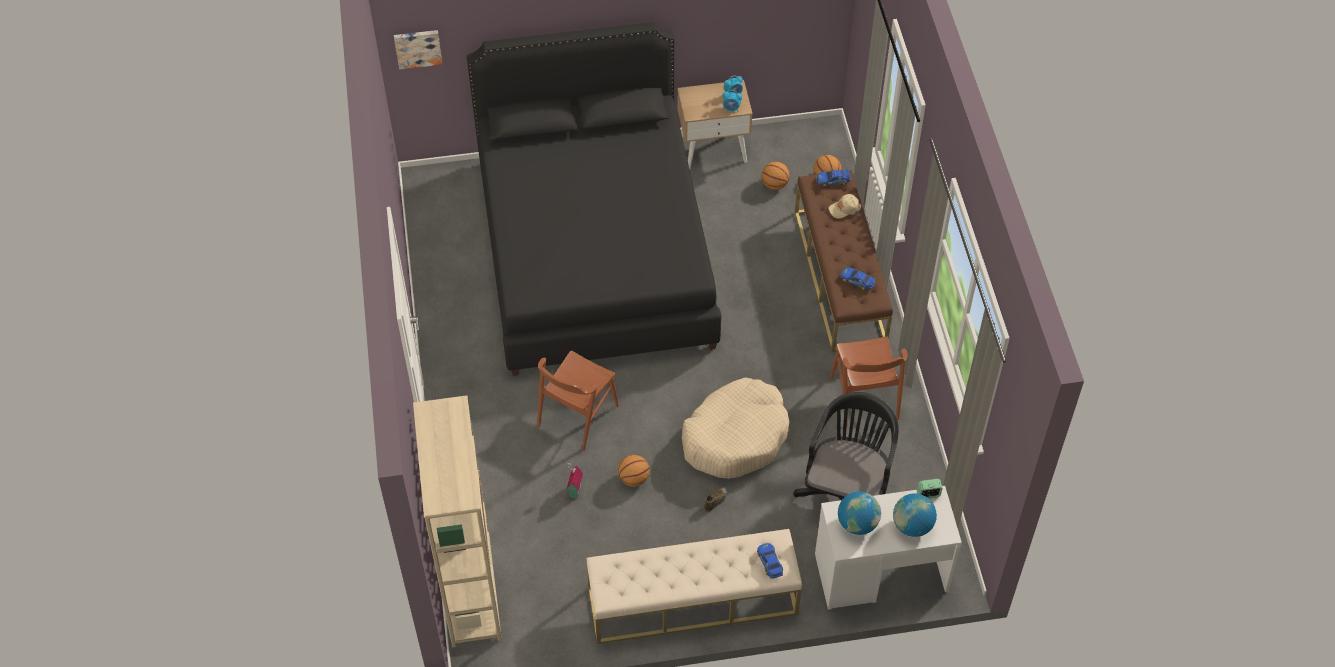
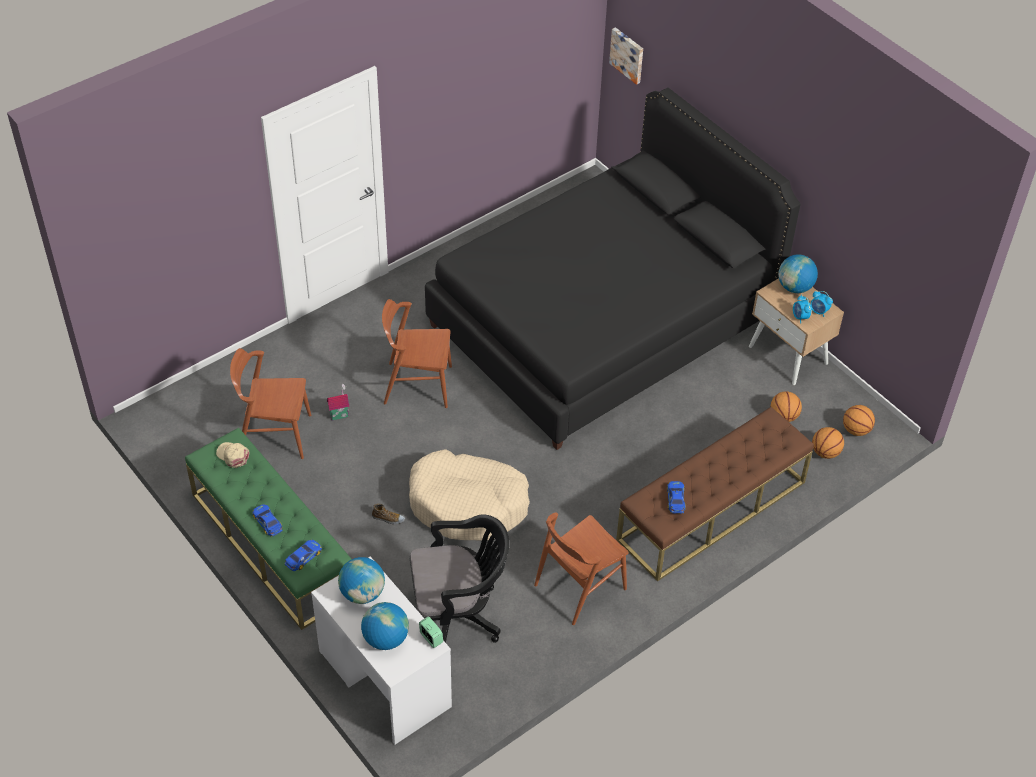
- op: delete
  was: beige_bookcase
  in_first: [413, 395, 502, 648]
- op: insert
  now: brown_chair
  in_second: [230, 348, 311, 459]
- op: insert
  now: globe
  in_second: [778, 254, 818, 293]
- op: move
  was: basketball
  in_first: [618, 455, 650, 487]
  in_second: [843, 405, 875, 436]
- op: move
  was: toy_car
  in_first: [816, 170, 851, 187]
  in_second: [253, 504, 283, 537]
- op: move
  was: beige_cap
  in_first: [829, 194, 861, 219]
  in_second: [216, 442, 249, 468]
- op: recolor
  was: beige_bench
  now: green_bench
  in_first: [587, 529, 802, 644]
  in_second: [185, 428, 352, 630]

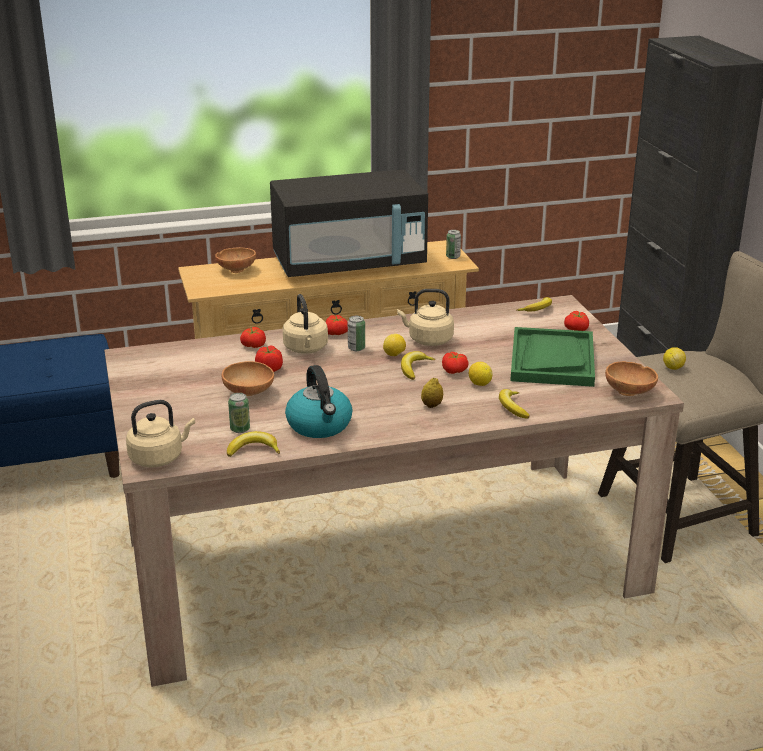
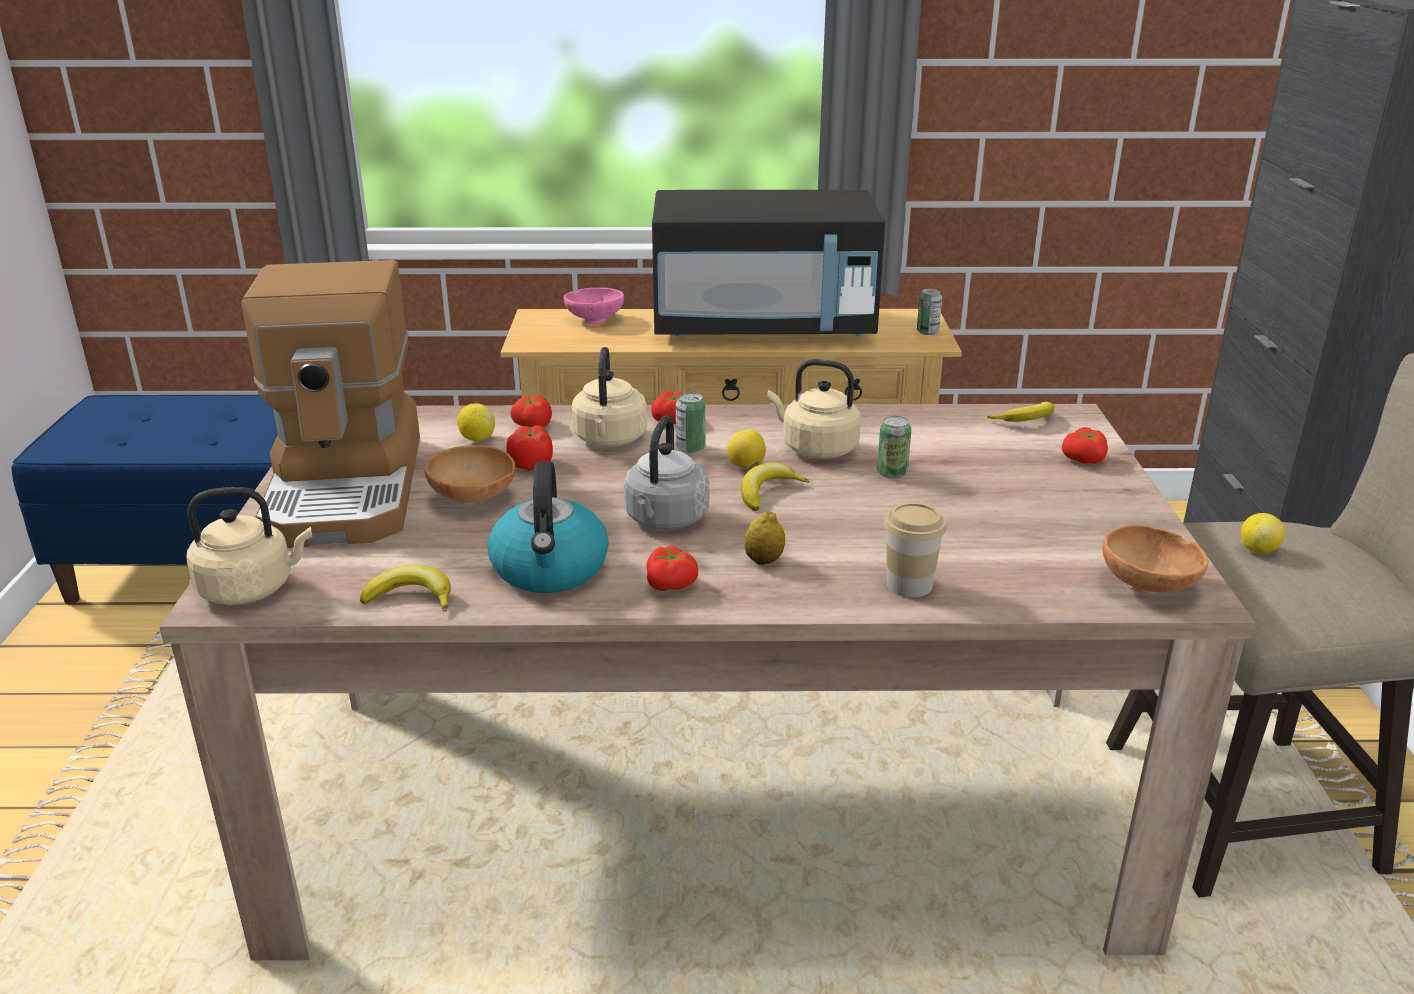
- op: delete
  was: green_tray
  in_first: [510, 327, 595, 387]
- op: insert
  now: coffee_machine
  in_second: [241, 260, 420, 548]
- op: insert
  now: grey_kettle
  in_second: [624, 416, 709, 530]
- op: move
  was: can
  in_first: [228, 393, 250, 433]
  in_second: [877, 416, 911, 479]
- op: move
  was: tomato
  in_first: [442, 352, 469, 374]
  in_second: [646, 545, 698, 591]
- op: move
  was: lemon
  in_first: [469, 362, 493, 386]
  in_second: [457, 403, 495, 441]
- op: replace
  was: banana
  now: cup
  in_first: [499, 389, 530, 419]
  in_second: [884, 503, 947, 597]
- op: recolor
  was: brown_bowl
  now: pink_bowl
  in_first: [215, 247, 256, 273]
  in_second: [564, 288, 624, 324]

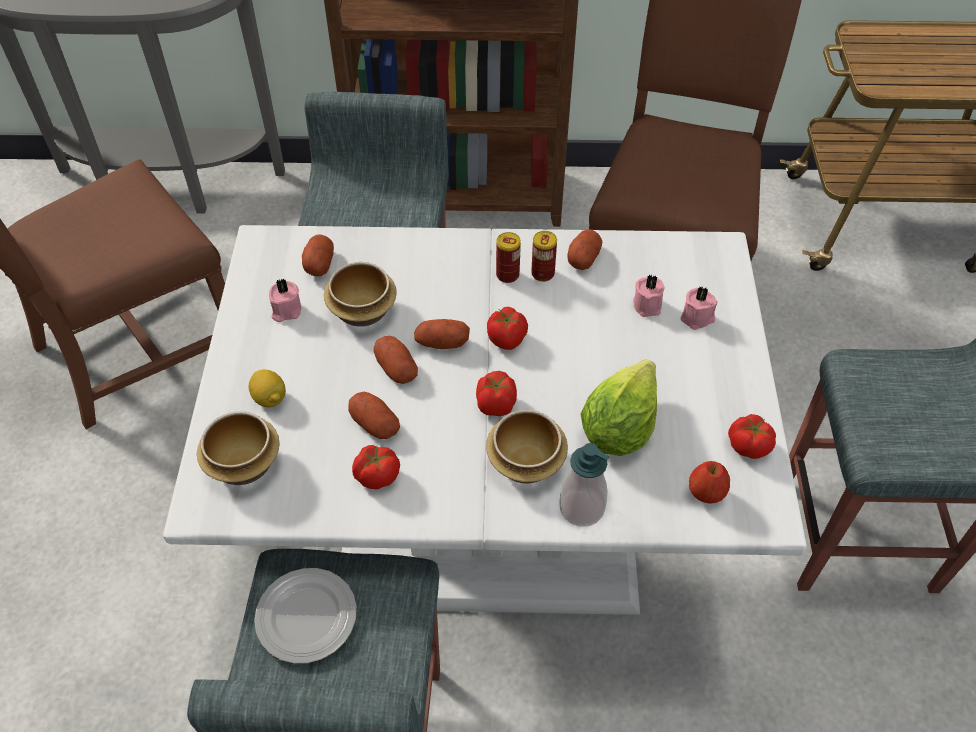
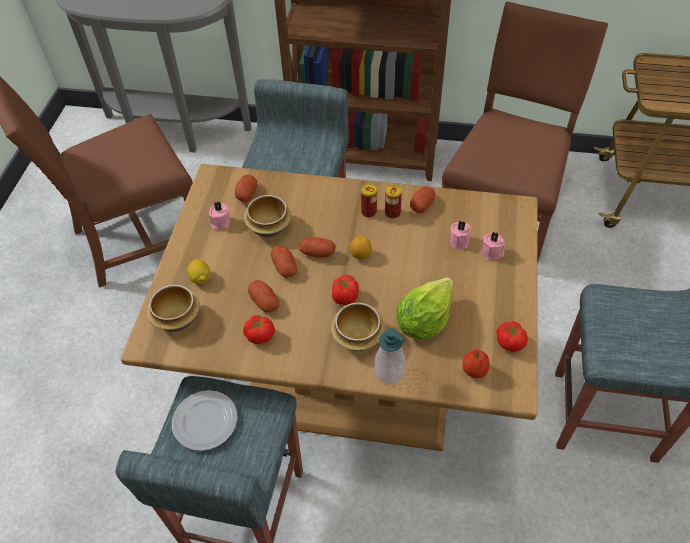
- op: replace
  was: tomato
  now: lemon
  in_first: [487, 307, 528, 350]
  in_second: [350, 236, 372, 260]
- op: recolor
  was: white_dining_table
  now: brown_dining_table
  in_first: [163, 225, 807, 615]
  in_second: [121, 164, 538, 451]

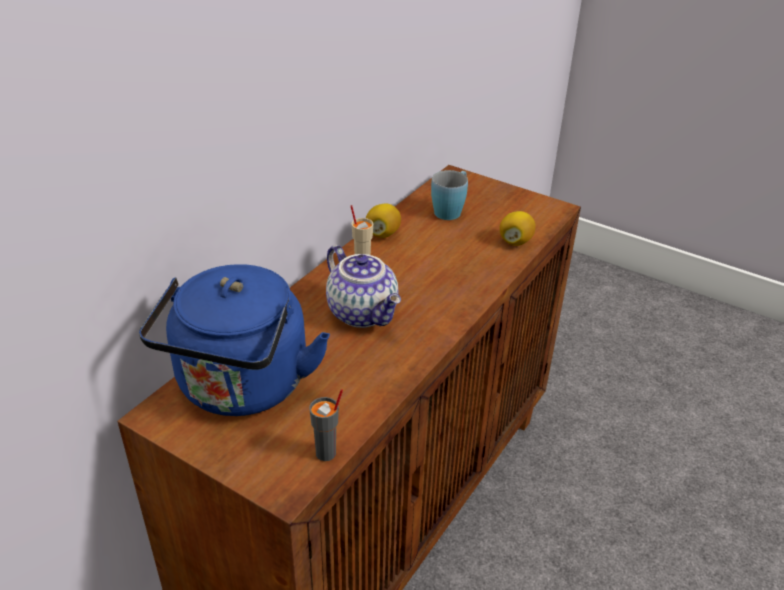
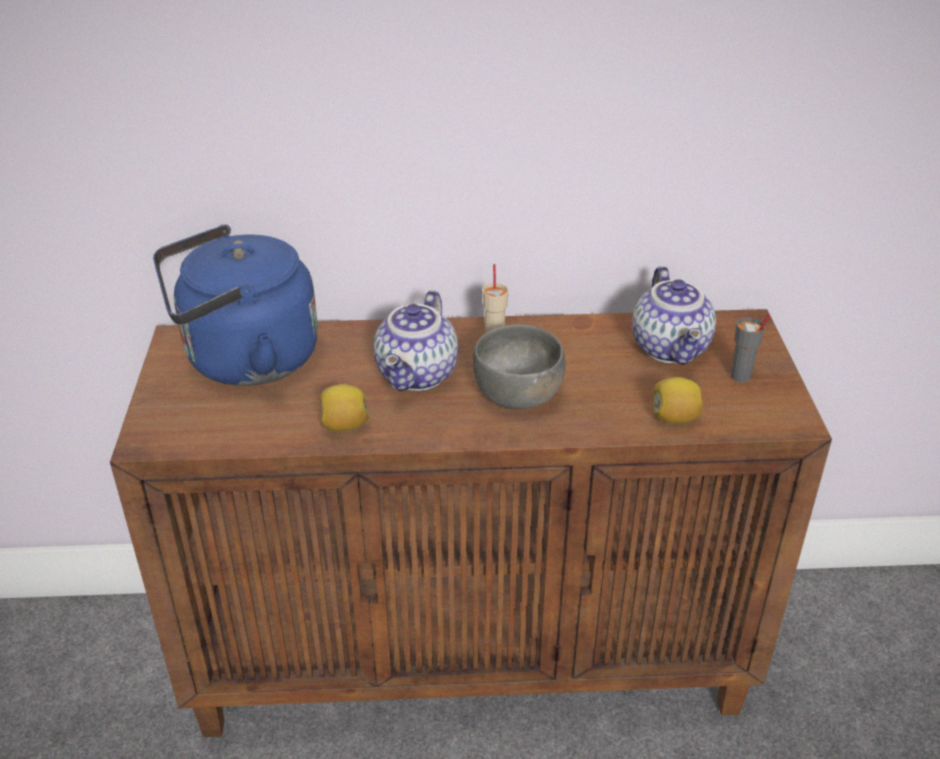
- op: insert
  now: grey_bowl
  in_second: [473, 324, 566, 409]
- op: move
  was: grey_cup
  in_first: [309, 389, 343, 461]
  in_second: [731, 314, 770, 383]
- op: move
  was: lemon
  in_first: [366, 204, 401, 238]
  in_second: [320, 384, 370, 431]
- op: replace
  was: blue_mug
  now: teapot
  in_first: [431, 170, 468, 220]
  in_second: [632, 266, 716, 365]

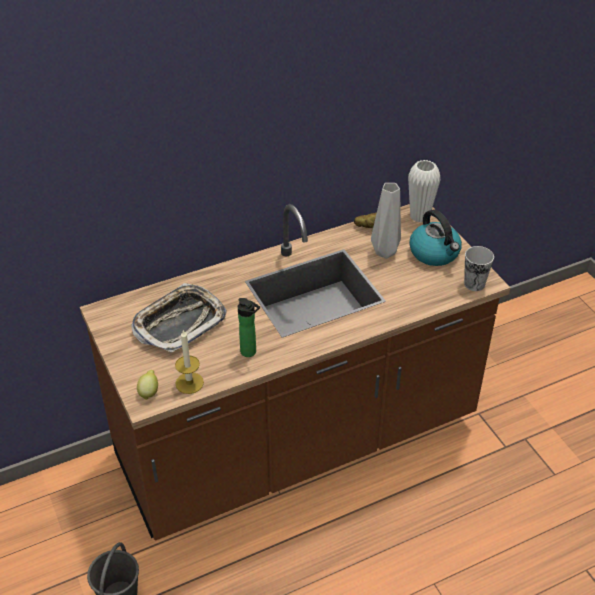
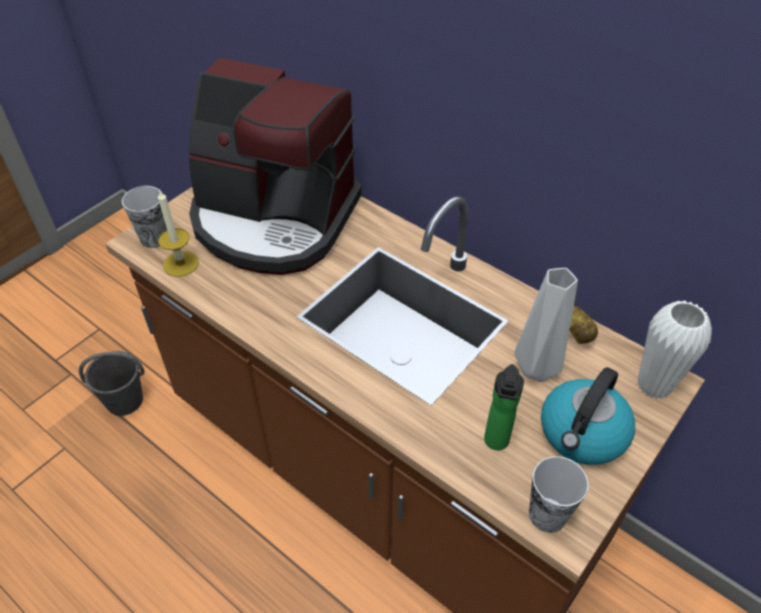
- op: move
  was: bottle
  in_first: [238, 298, 260, 357]
  in_second: [484, 364, 524, 451]
- op: replace
  was: tray
  now: coffee_machine
  in_first: [131, 283, 227, 353]
  in_second: [189, 58, 362, 275]
- op: replace
  was: lemon
  now: cup
  in_first: [137, 370, 158, 400]
  in_second: [122, 186, 167, 248]

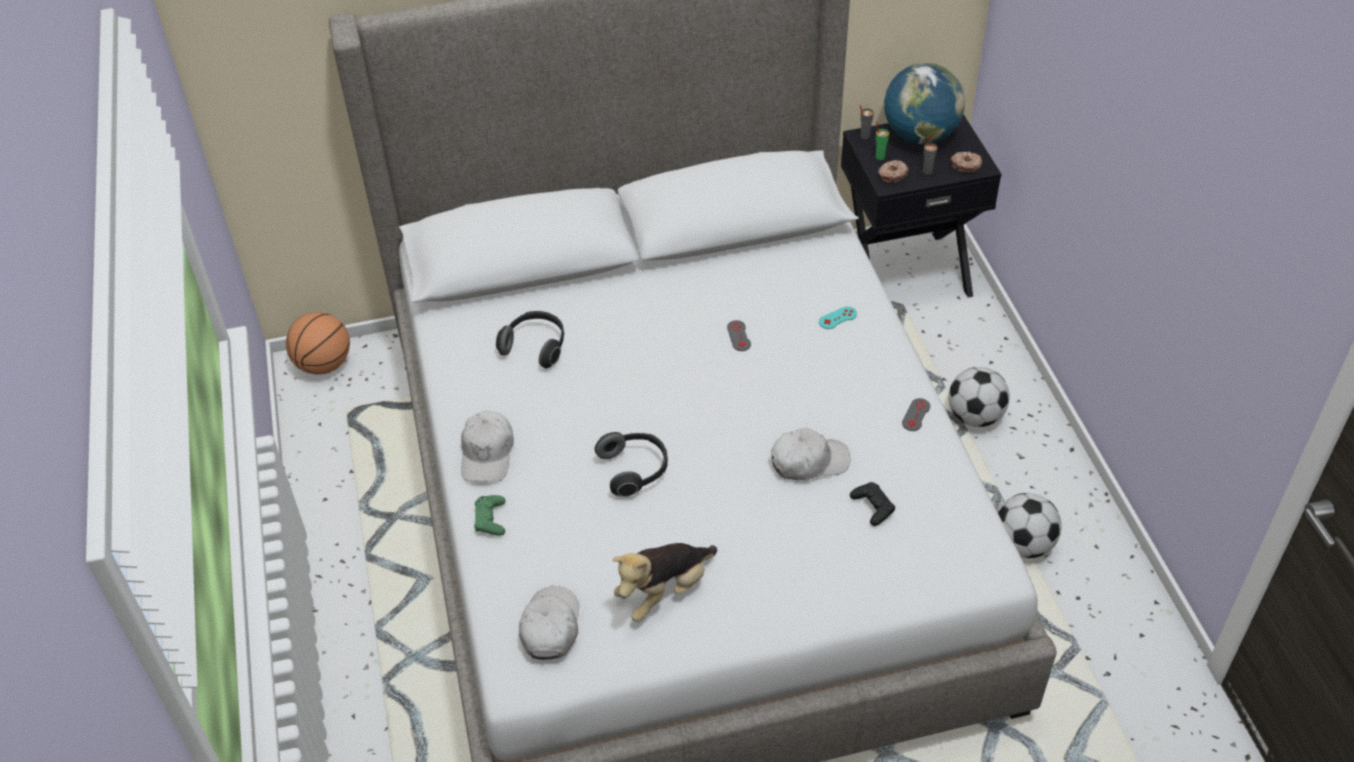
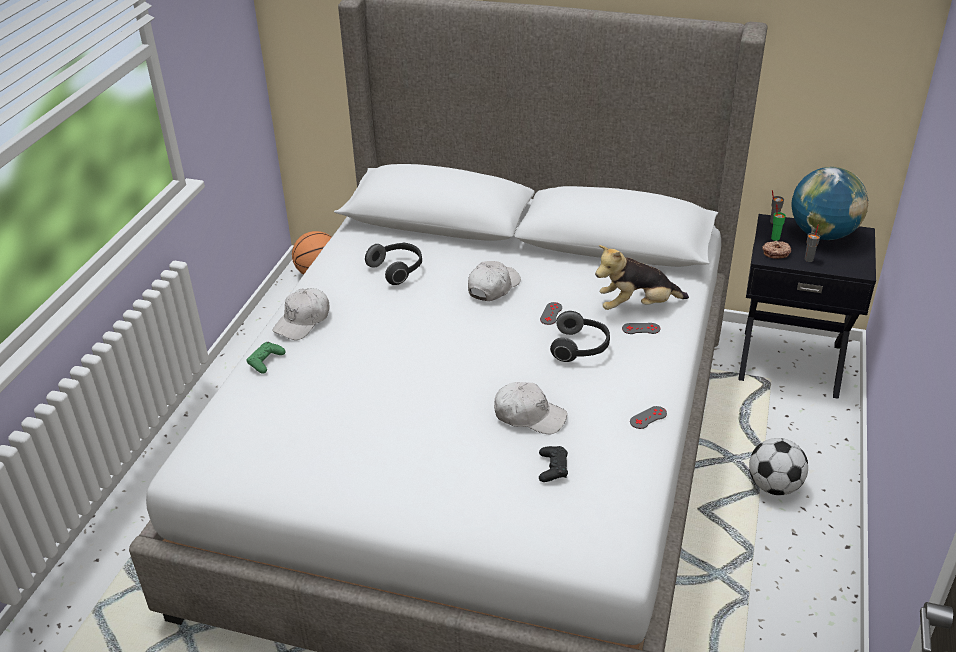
- op: delete
  was: donut
  in_first: [951, 152, 982, 173]
- op: delete
  was: football
  in_first: [998, 493, 1062, 558]
- op: move
  was: white_cap
  in_first: [519, 586, 579, 660]
  in_second: [468, 261, 521, 301]
- op: move
  was: headphones
  in_first: [595, 432, 668, 497]
  in_second: [550, 311, 610, 362]
- op: move
  was: plush_toy
  in_first: [613, 543, 717, 622]
  in_second: [595, 245, 689, 310]
- op: recolor
  was: turquoise_game_controller
  now: grey_game_controller
  in_first: [819, 306, 857, 329]
  in_second: [622, 323, 660, 334]

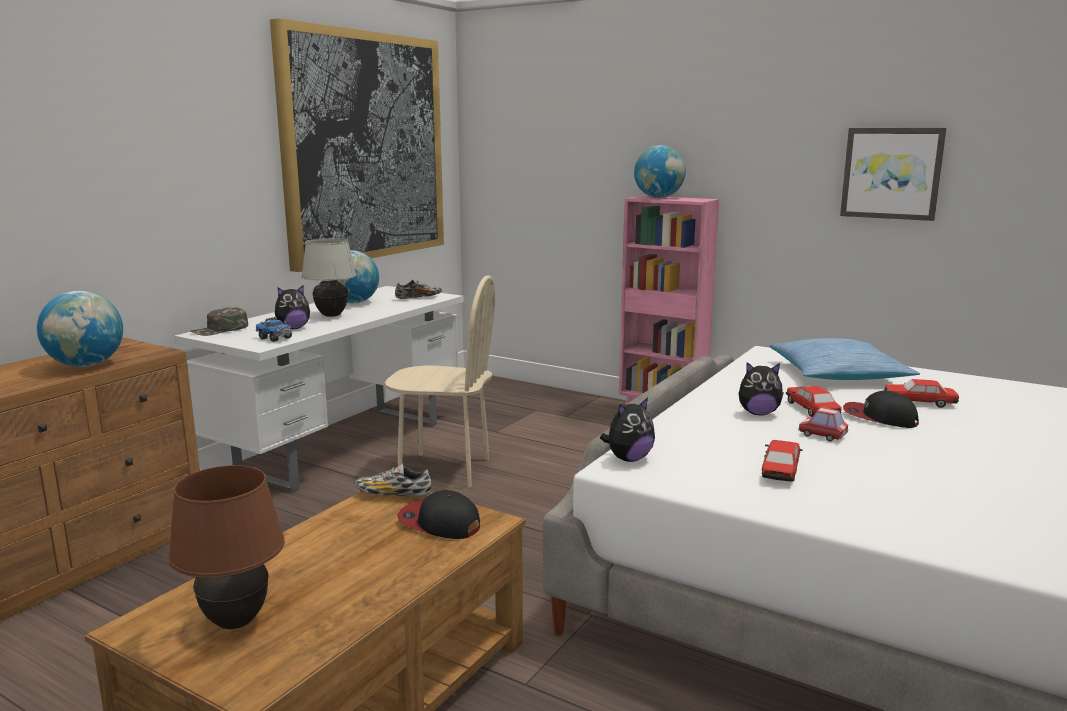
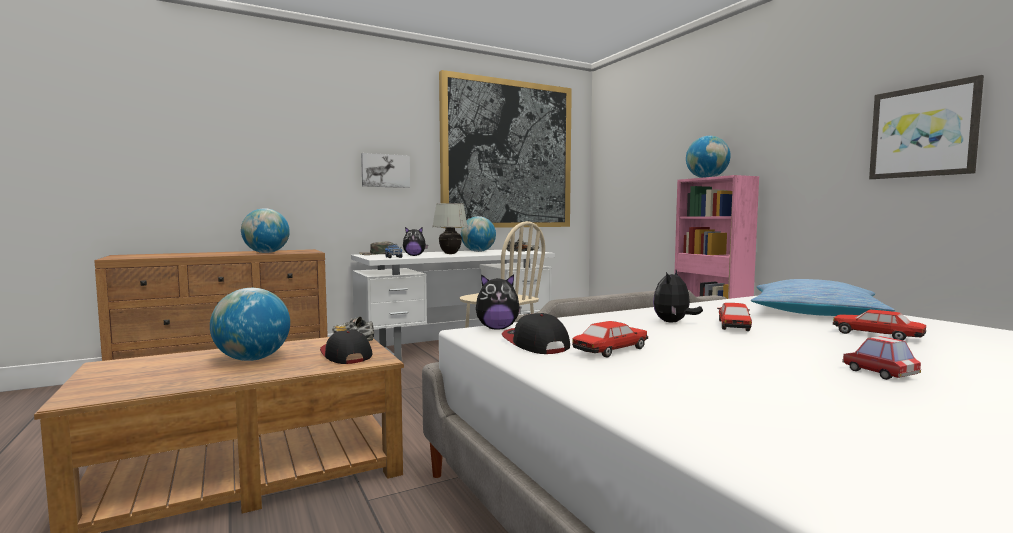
- op: delete
  was: brown_table_lamp
  in_first: [168, 465, 285, 629]
- op: insert
  now: globe
  in_second: [210, 288, 290, 361]
- op: insert
  now: picture
  in_second: [361, 153, 410, 188]
- op: move
  was: toy_car
  in_first: [798, 407, 848, 442]
  in_second: [842, 336, 921, 380]
- op: move
  was: cap
  in_first: [843, 391, 919, 428]
  in_second: [502, 313, 570, 354]
- op: rotate
  was: plush_toy
  in_first: [739, 362, 784, 415]
  in_second: [653, 270, 703, 322]
  clockwise: 90

